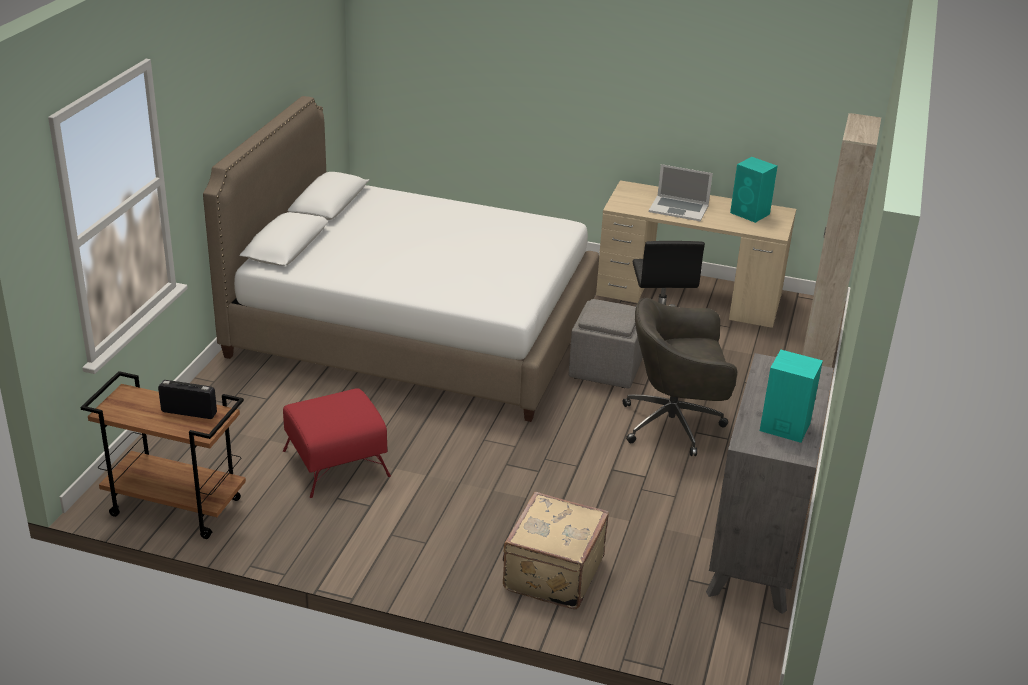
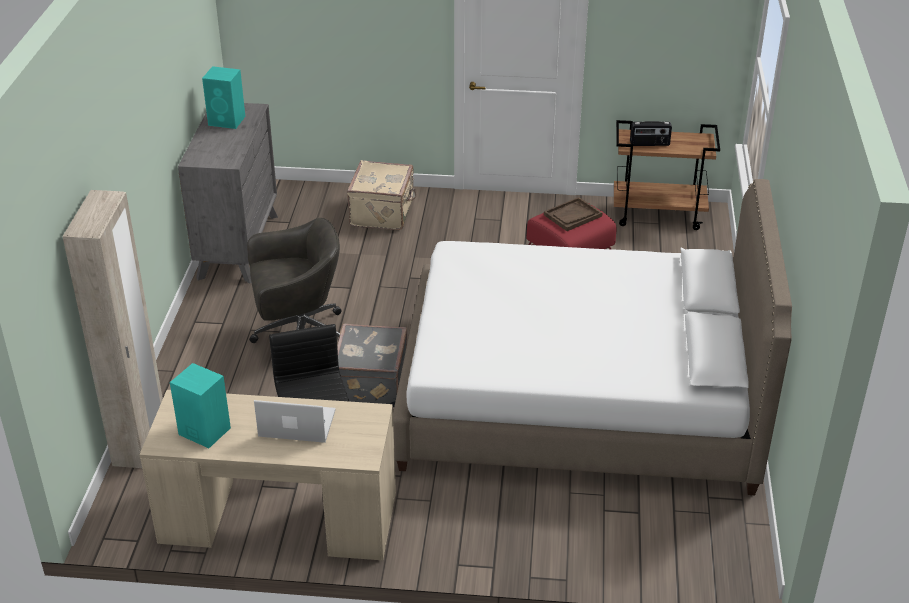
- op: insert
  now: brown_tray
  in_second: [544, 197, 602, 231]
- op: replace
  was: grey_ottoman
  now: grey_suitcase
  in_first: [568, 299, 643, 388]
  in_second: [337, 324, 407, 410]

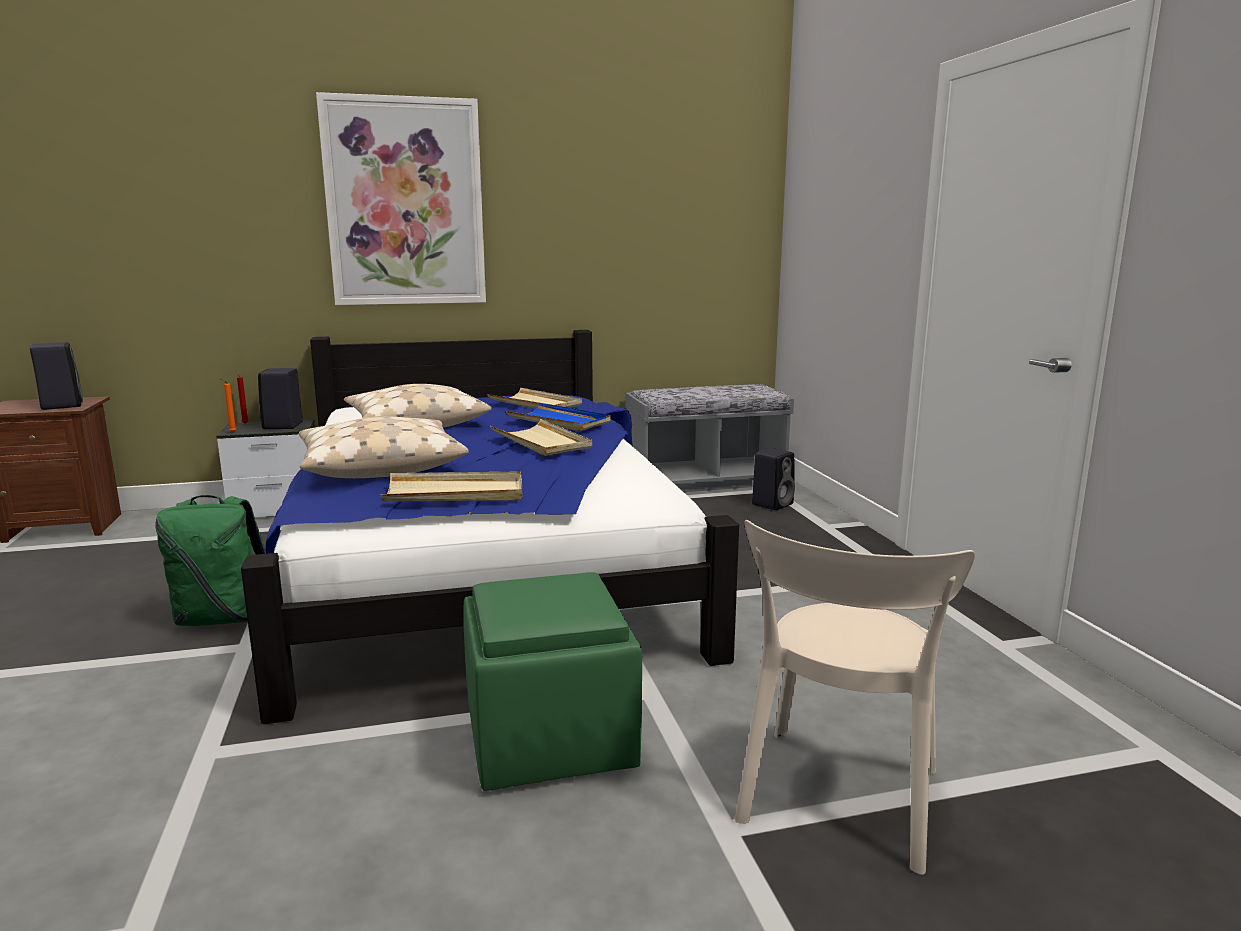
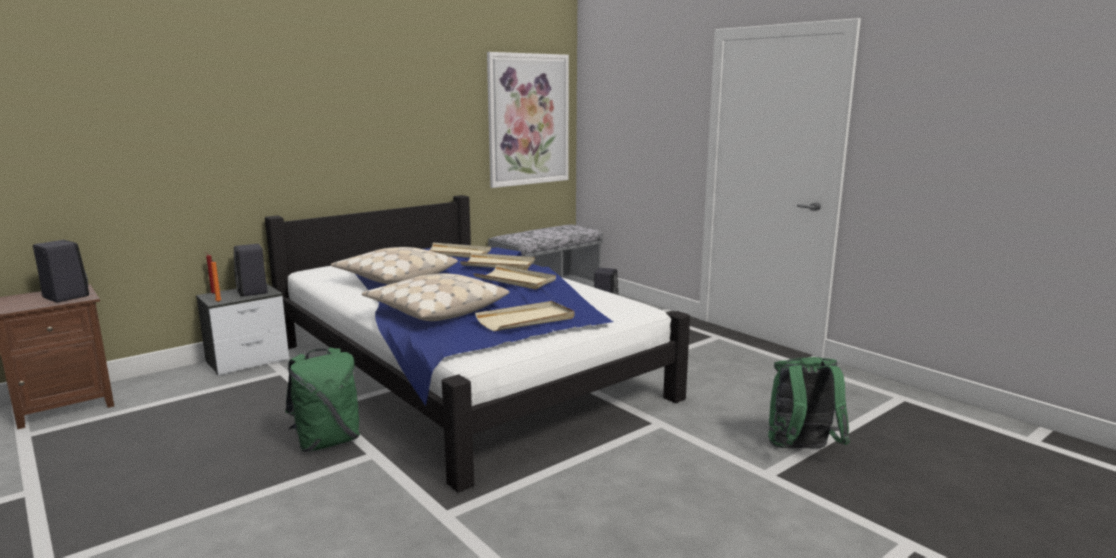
- op: delete
  was: green_ottoman
  in_first: [463, 572, 642, 791]
- op: move
  was: picture
  in_first: [316, 92, 486, 305]
  in_second: [487, 52, 569, 188]
- op: replace
  was: beige_chair
  now: green_backpack
  in_first: [735, 520, 975, 875]
  in_second: [768, 357, 850, 449]
- op: recolor
  was: blue_tray
  now: beige_tray
  in_first: [505, 403, 611, 431]
  in_second: [460, 253, 535, 270]

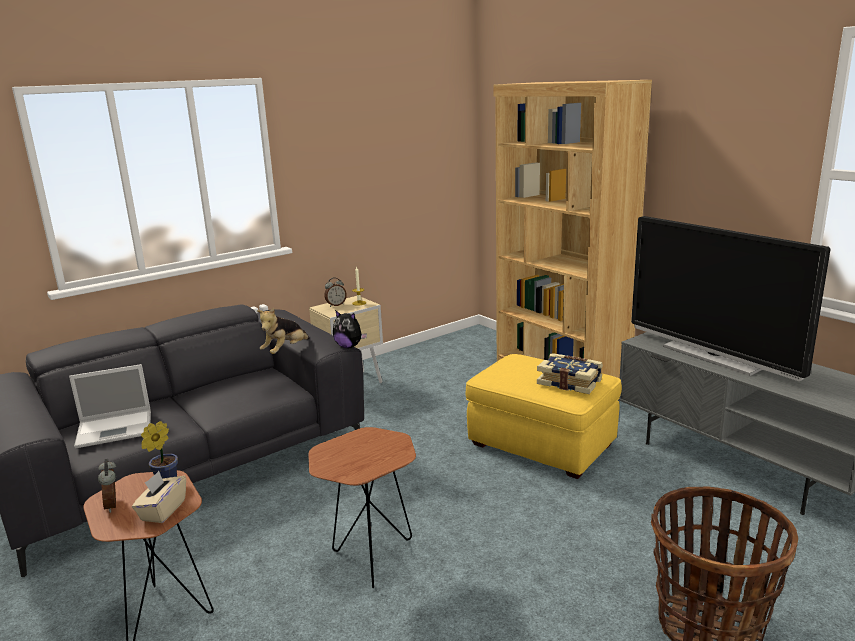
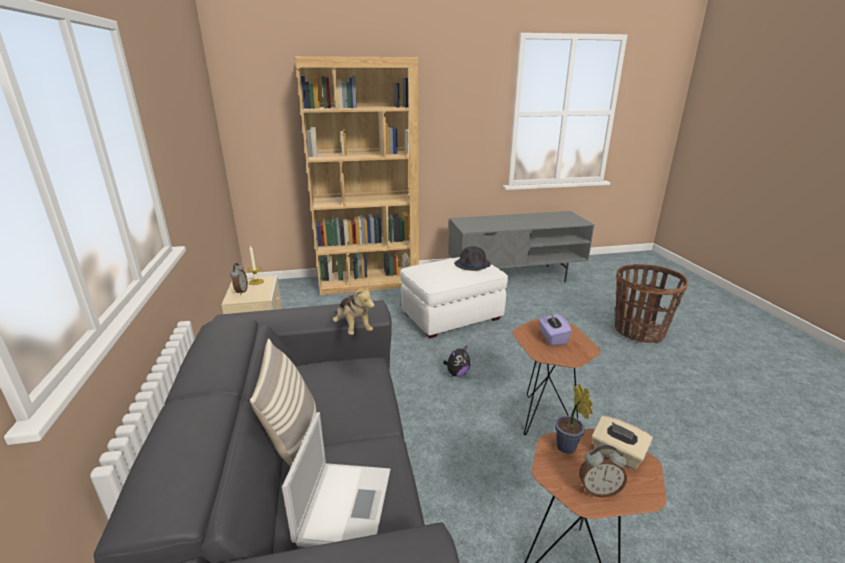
- op: delete
  was: television
  in_first: [631, 216, 830, 381]
- op: insert
  now: pillow
  in_second: [250, 338, 317, 467]
- op: insert
  now: purple_tissue_box
  in_second: [539, 311, 572, 345]
- op: move
  was: plush_toy
  in_first: [333, 310, 367, 348]
  in_second: [443, 346, 470, 377]
- op: replace
  was: book
  now: black_hat
  in_first: [537, 353, 603, 394]
  in_second: [454, 246, 491, 271]
- op: recolor
  was: yellow_ottoman
  now: white_ottoman
  in_first: [465, 354, 622, 479]
  in_second: [400, 257, 508, 339]

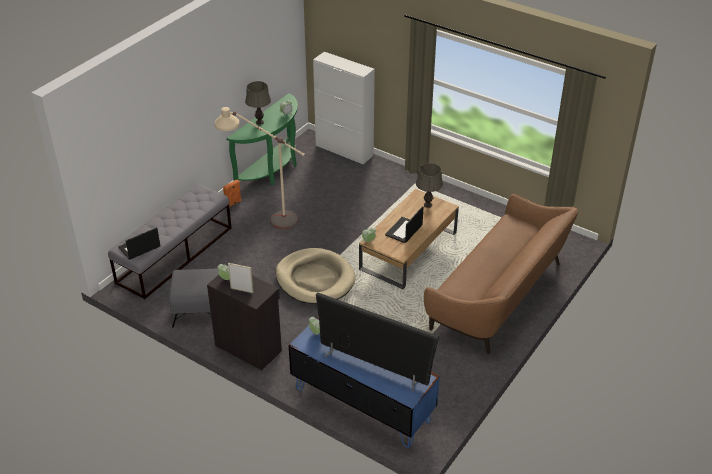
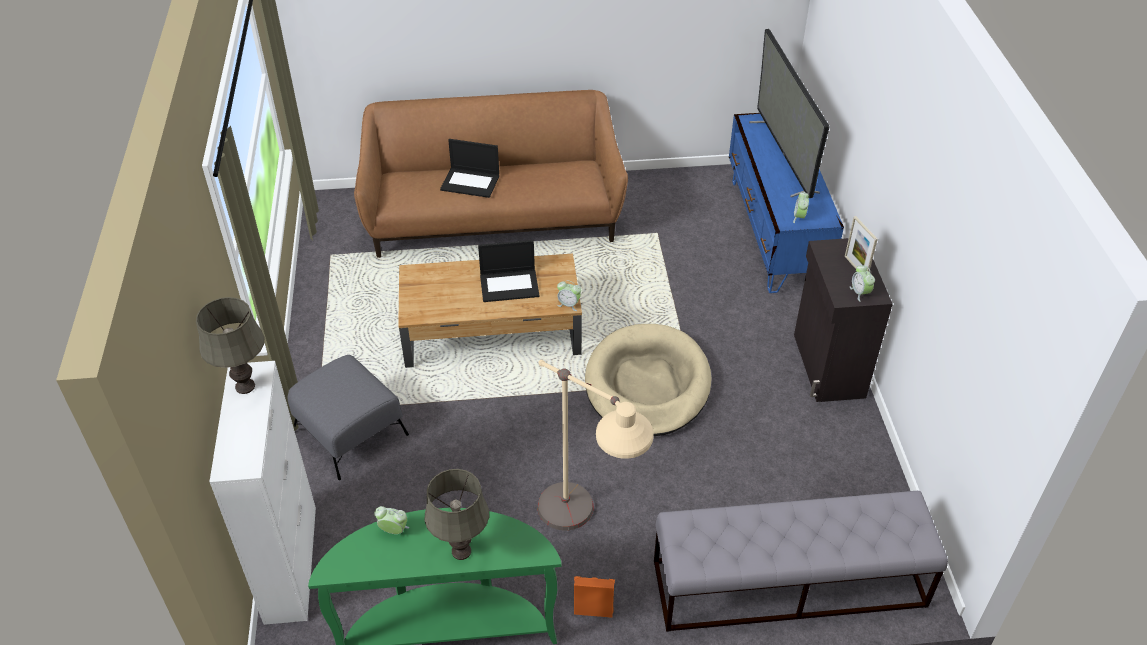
- op: move
  was: laptop
  in_first: [118, 227, 160, 260]
  in_second: [440, 139, 499, 198]
- op: move
  was: grey_ottoman
  in_first: [169, 269, 219, 328]
  in_second: [288, 355, 409, 480]
- op: move
  was: grey_table_lamp
  in_first: [416, 163, 443, 208]
  in_second: [196, 297, 265, 394]

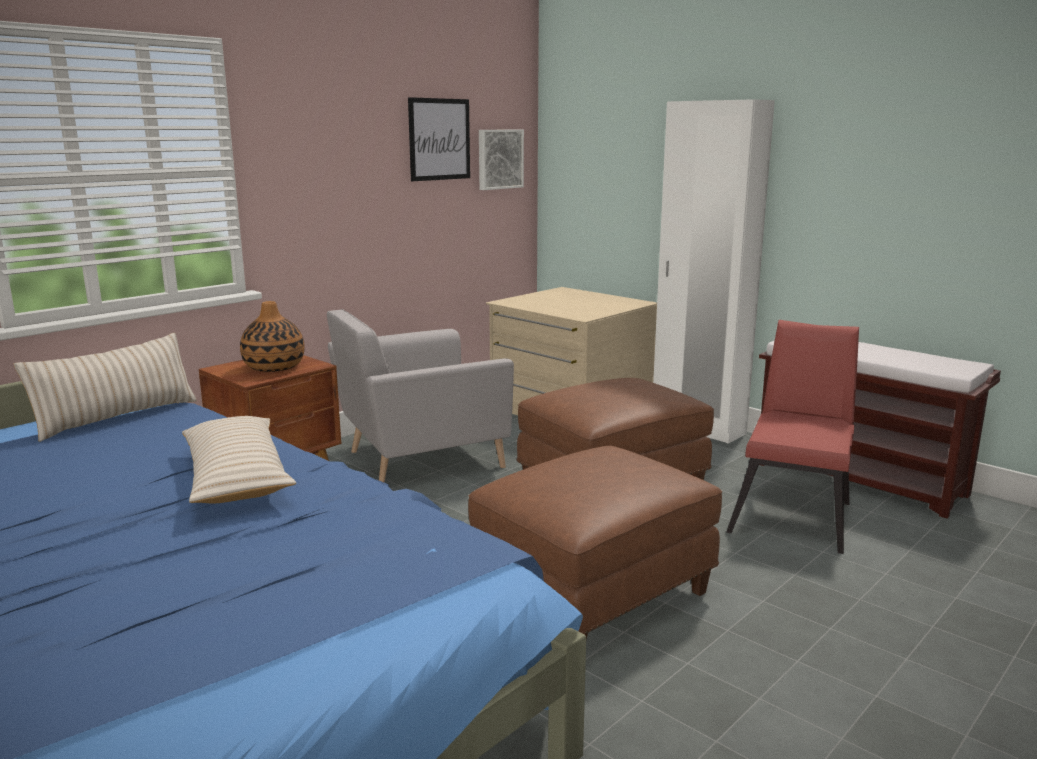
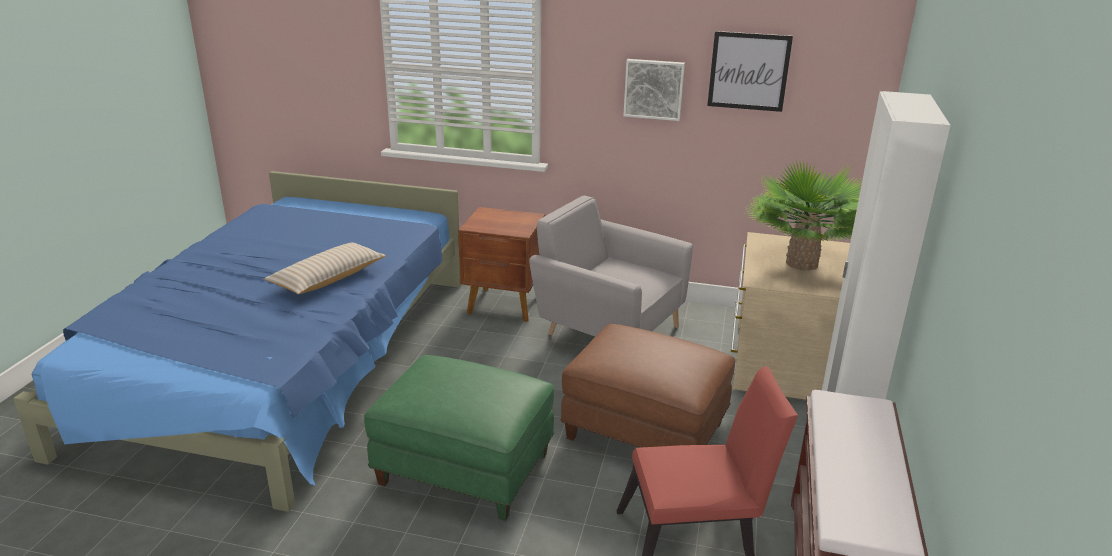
- op: delete
  was: beige_pillow
  in_first: [14, 333, 197, 442]
- op: delete
  was: vase
  in_first: [240, 301, 305, 372]
- op: insert
  now: potted_plant
  in_second: [744, 161, 862, 271]
- op: move
  was: picture
  in_first: [479, 130, 524, 190]
  in_second: [623, 59, 685, 121]
- op: recolor
  was: brown_ottoman
  now: green_ottoman
  in_first: [468, 446, 722, 640]
  in_second: [364, 355, 554, 521]

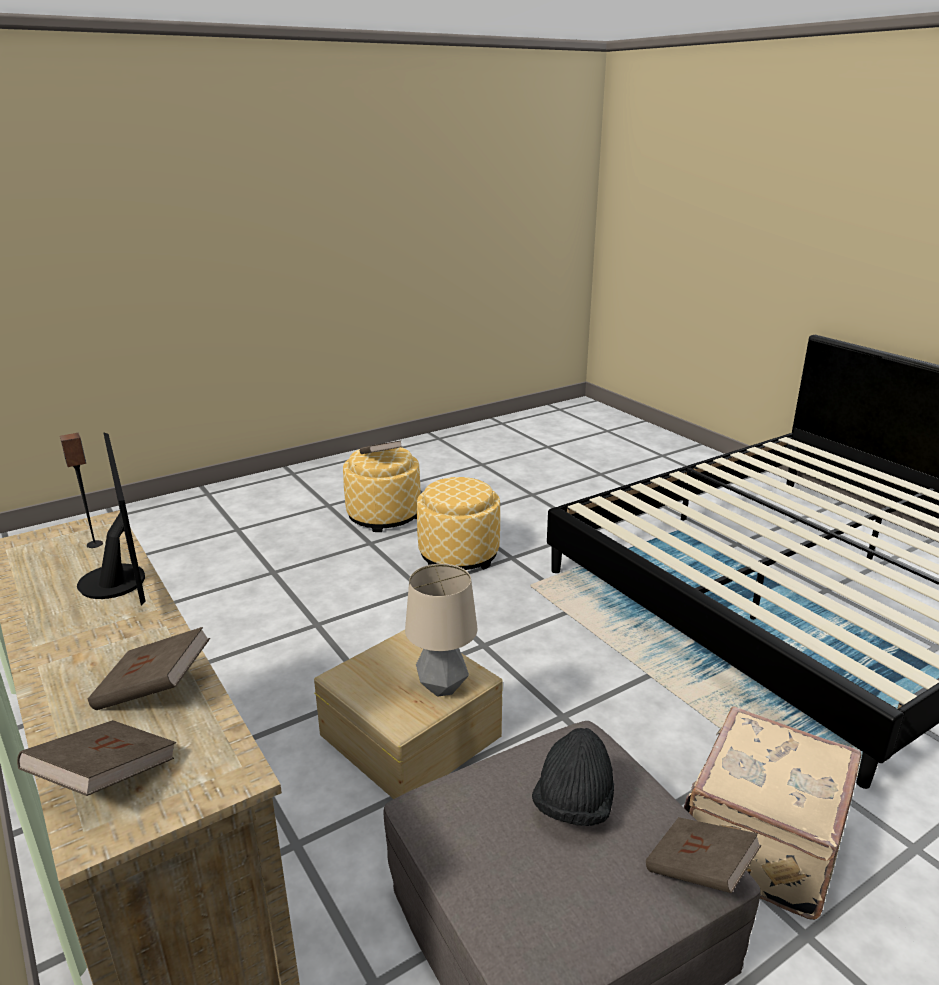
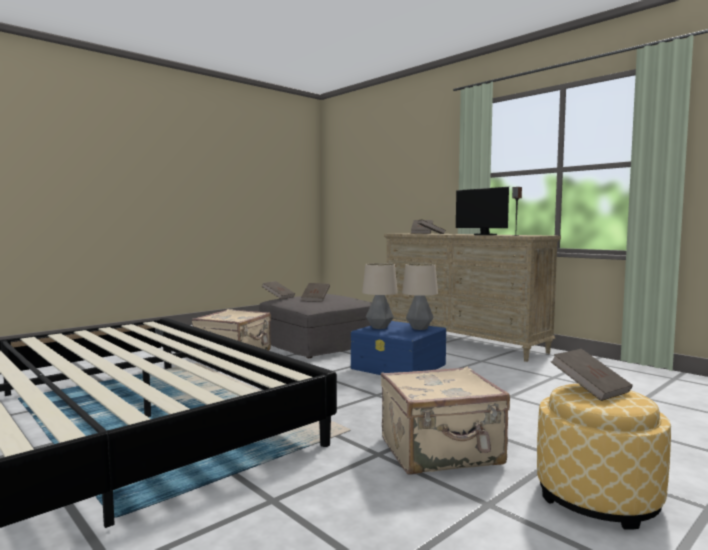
- op: insert
  now: table_lamp
  in_second: [402, 263, 438, 330]
- op: replace
  was: ottoman
  now: beige_suitcase
  in_first: [417, 477, 500, 570]
  in_second: [381, 367, 510, 475]
- op: replace
  was: black_hat
  now: brown_book
  in_first: [532, 728, 614, 826]
  in_second: [301, 283, 330, 302]
- op: recolor
  was: beige_storage_box
  now: blue_storage_box
  in_first: [314, 630, 503, 799]
  in_second: [351, 321, 447, 375]

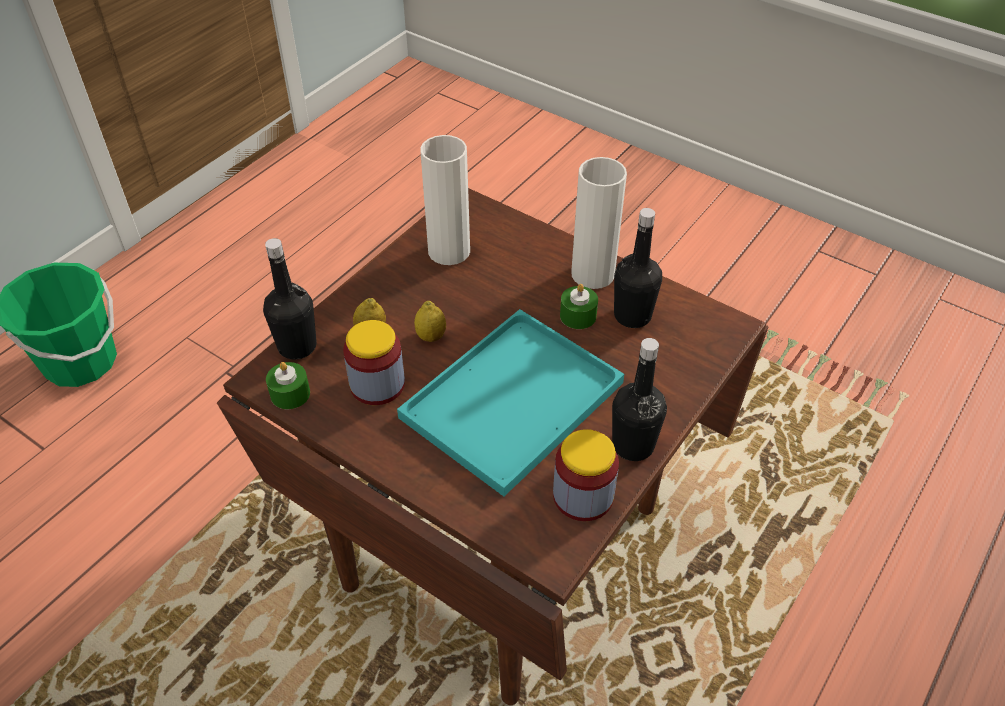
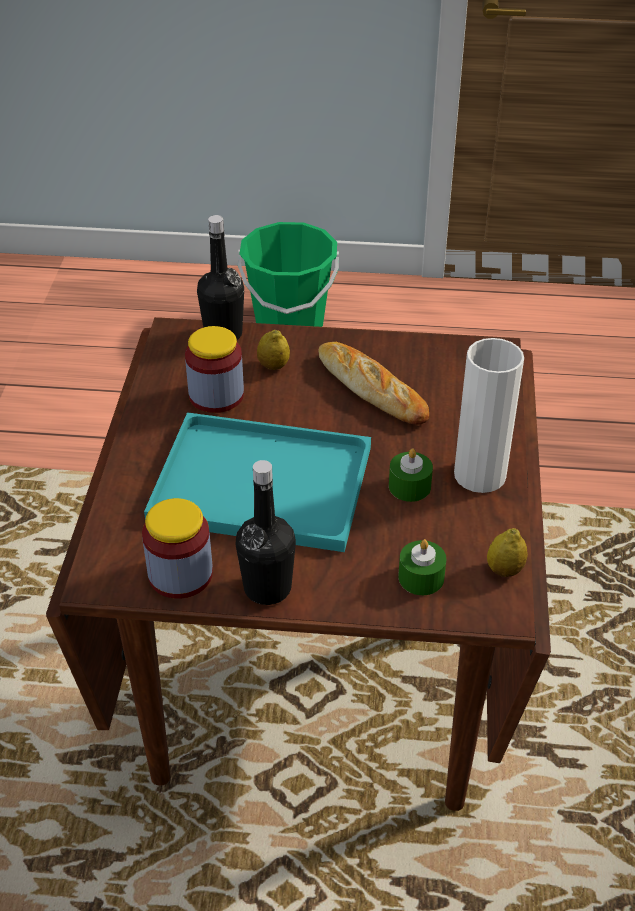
- op: delete
  was: white_vase
  in_first: [420, 135, 470, 265]
- op: delete
  was: black_bottle
  in_first: [614, 208, 662, 328]
- op: insert
  now: bread
  in_second: [318, 342, 429, 425]
- op: move
  was: green_candle
  in_first: [266, 362, 310, 409]
  in_second: [398, 539, 446, 595]
- op: move
  was: lemon
  in_first: [414, 301, 446, 342]
  in_second: [487, 528, 528, 577]

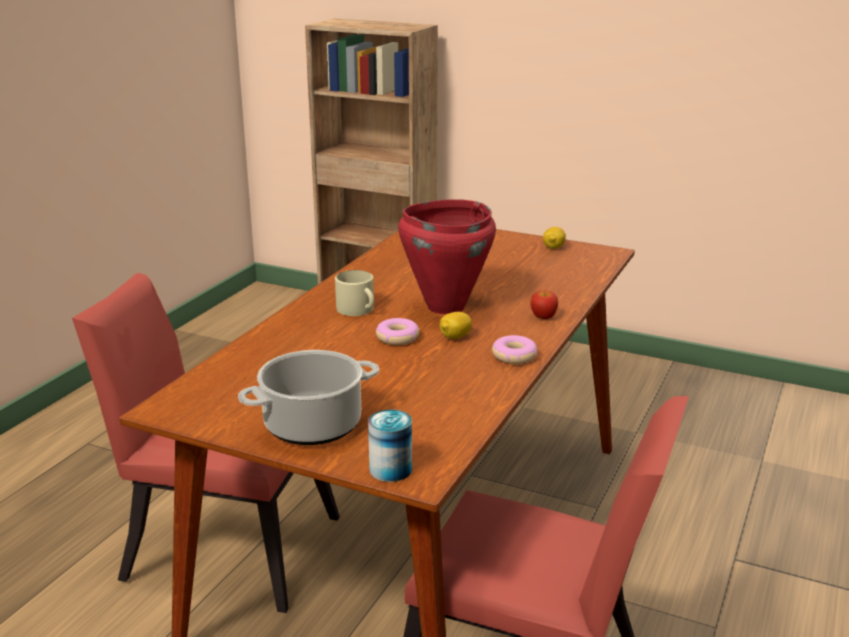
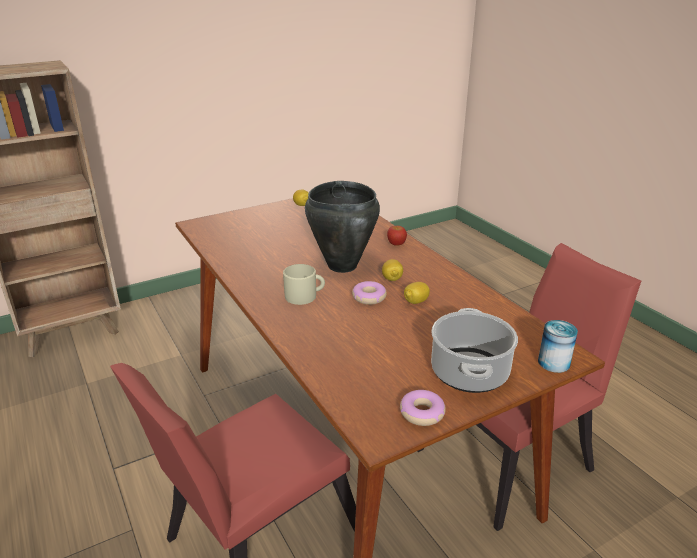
- op: insert
  now: lemon
  in_second: [404, 282, 430, 304]
- op: move
  was: donut
  in_first: [492, 335, 538, 364]
  in_second: [400, 390, 446, 426]
- op: recolor
  was: red_cooking_pot
  now: black_cooking_pot
  in_first: [398, 199, 496, 314]
  in_second: [305, 181, 380, 273]

